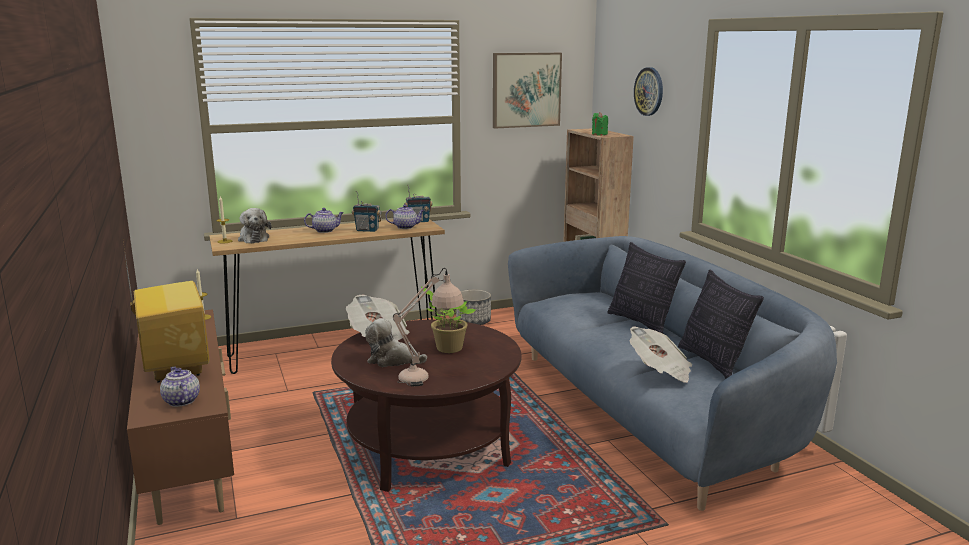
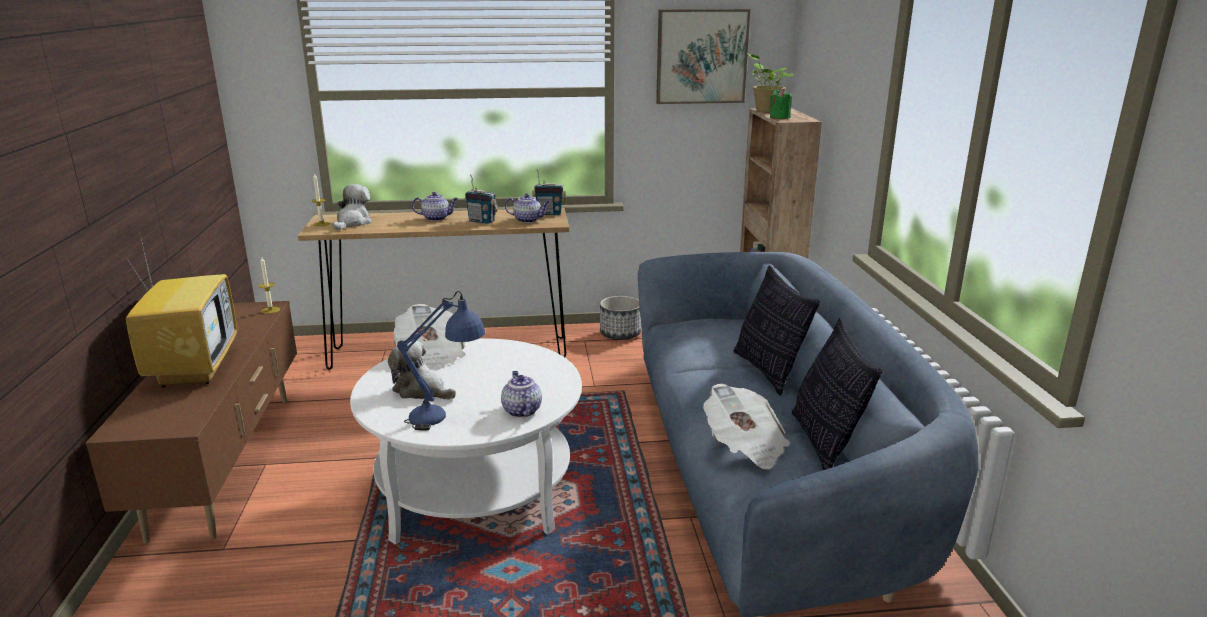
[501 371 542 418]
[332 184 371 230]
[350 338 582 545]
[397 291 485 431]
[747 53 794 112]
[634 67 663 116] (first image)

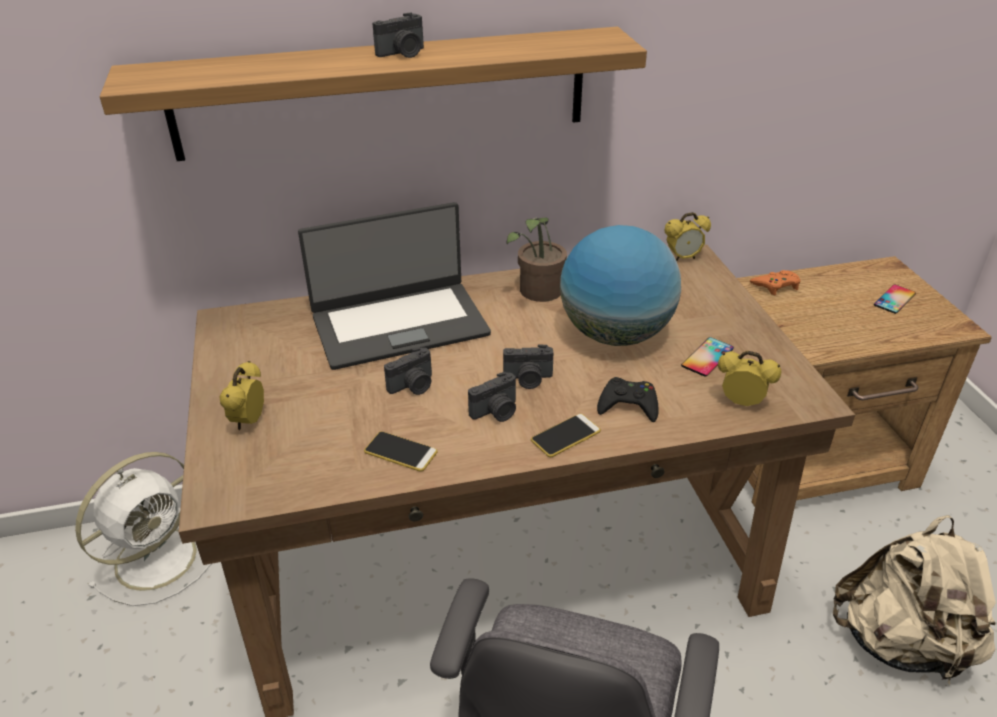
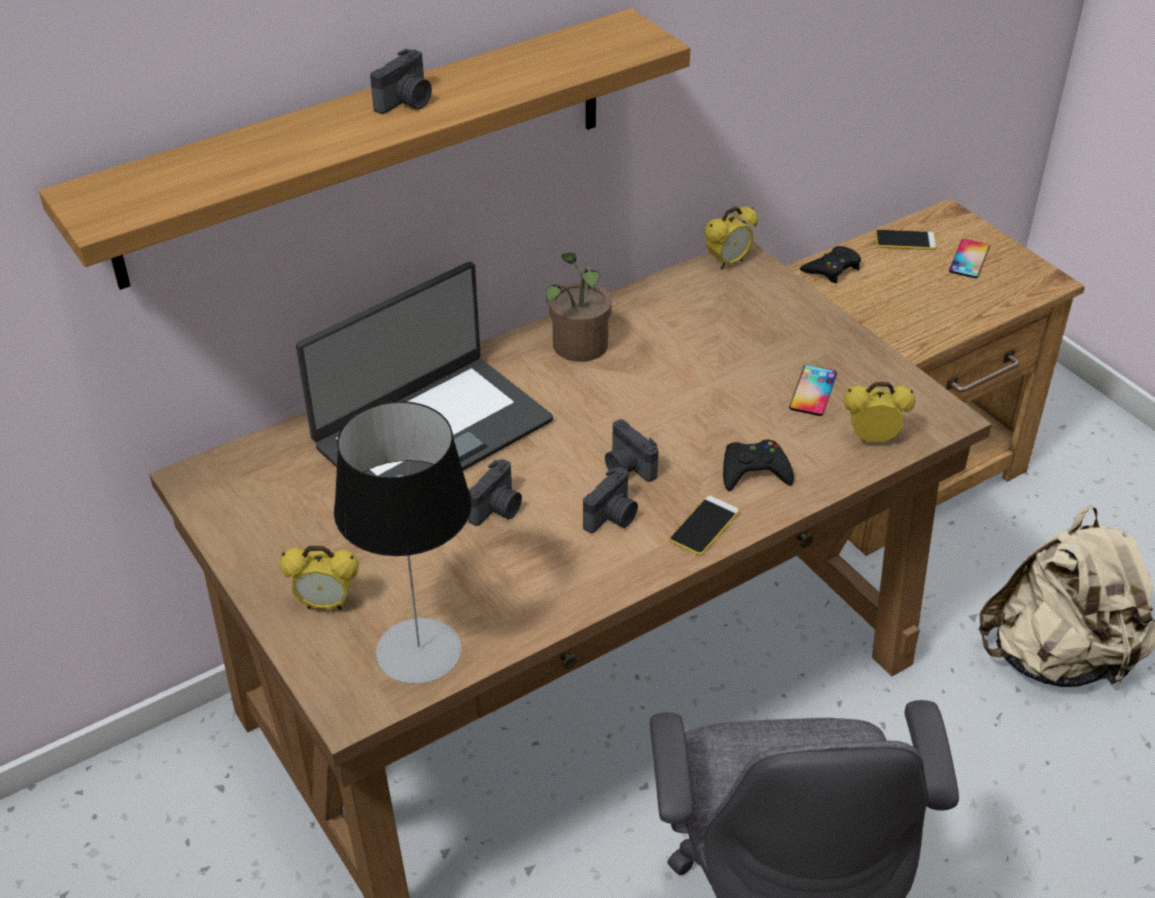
[75 452 211 606] (first image)
[279 546 359 610]
[875 230 937 250]
[605 419 658 482]
[560 225 681 346] (first image)
[800 246 861 283]
[334 401 472 684]

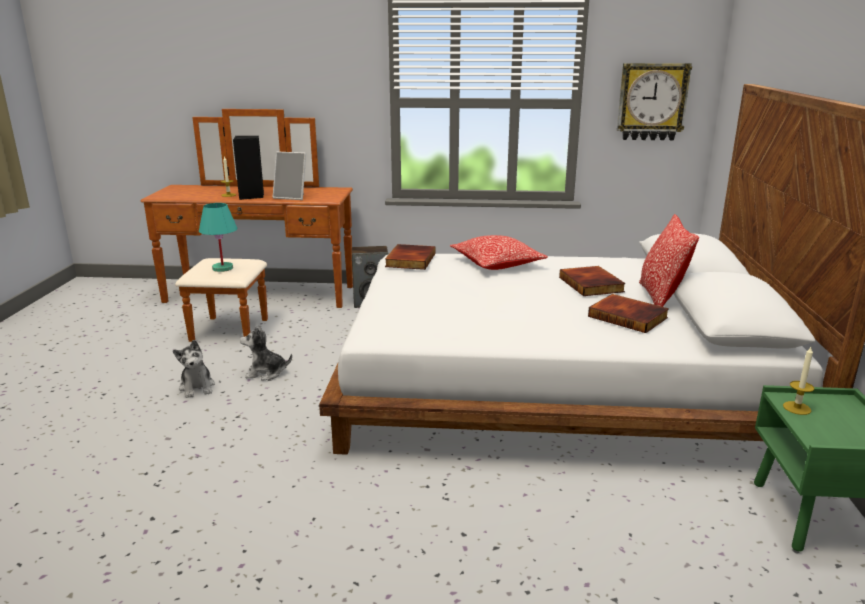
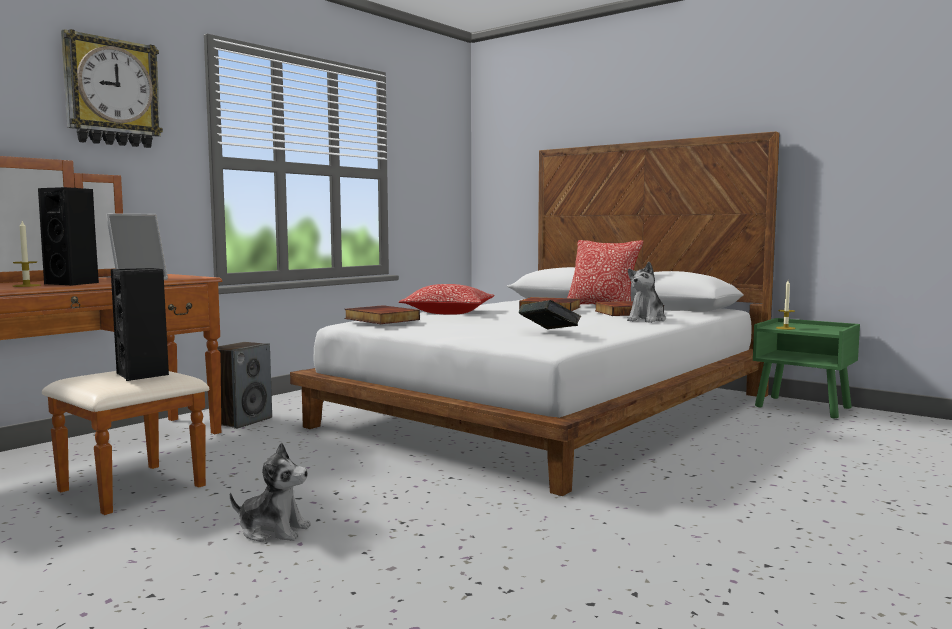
[111 268 169 381]
[627 262 666 323]
[61 29 163 148]
[518 300 581 330]

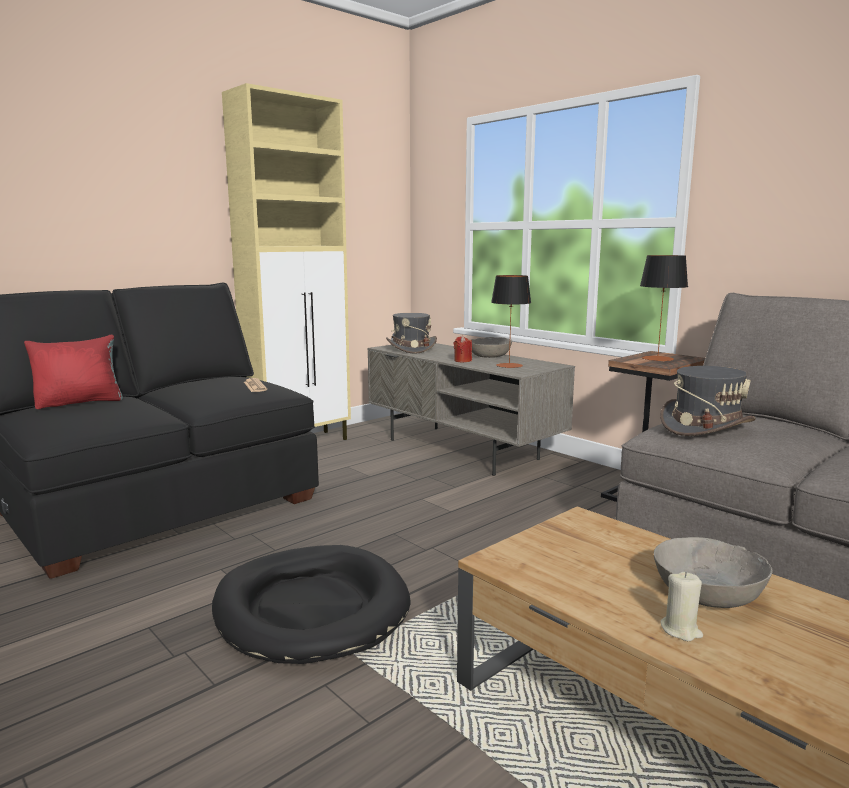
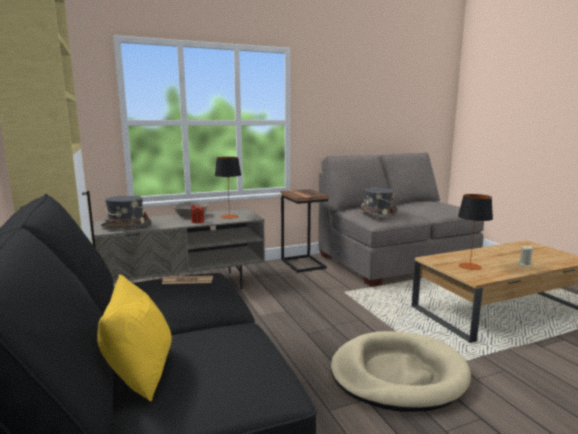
[97 274 172 402]
[331 331 471 412]
[458 194 493 270]
[654 537 773 608] (first image)

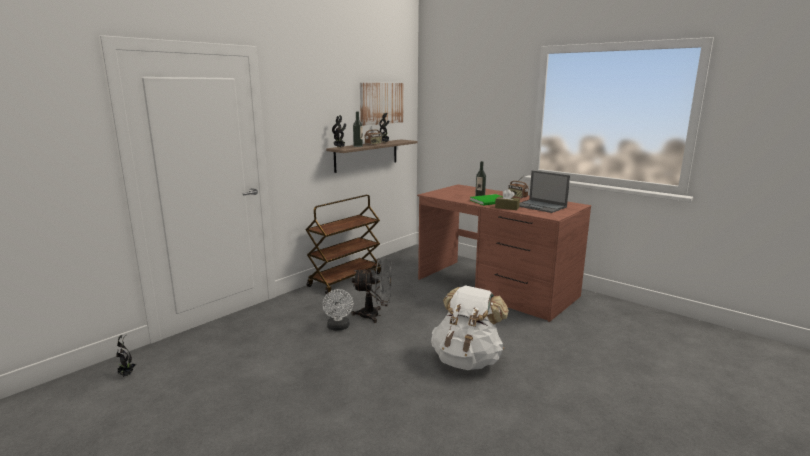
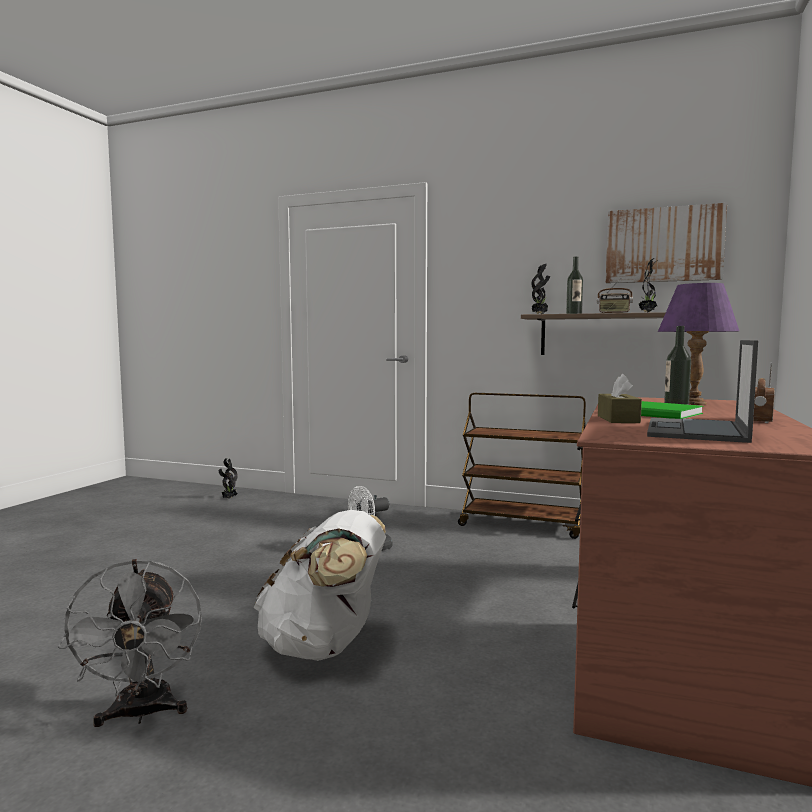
[58 559 202 727]
[658 283 739 405]

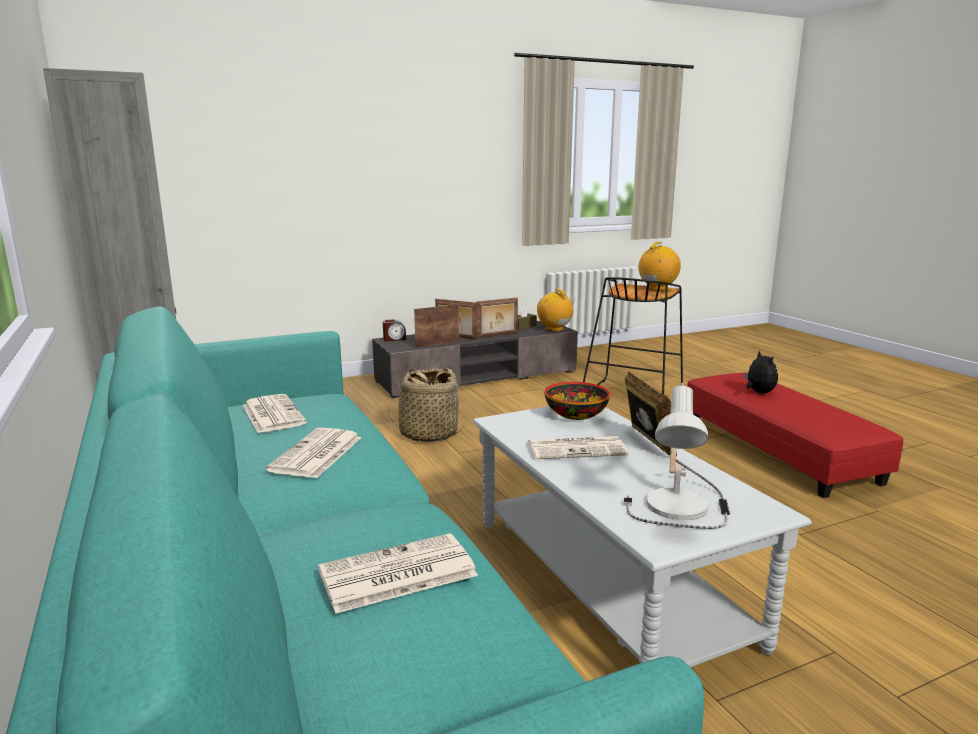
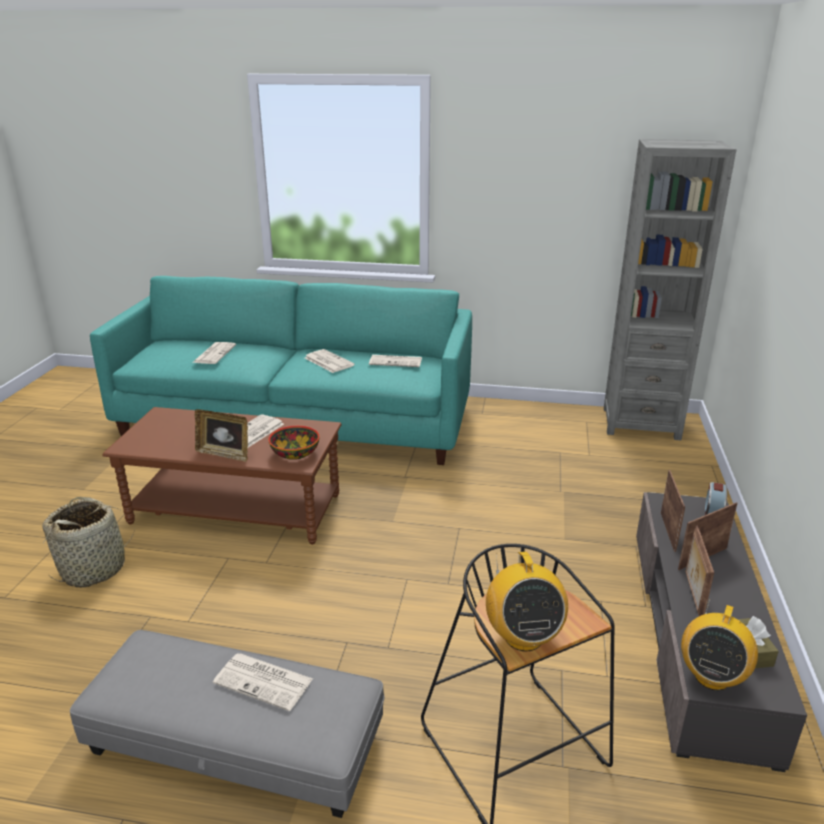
[42 497 135 588]
[102 407 342 545]
[681 599 758 690]
[624 383 730 529] (first image)
[70 630 385 818]
[213 653 313 711]

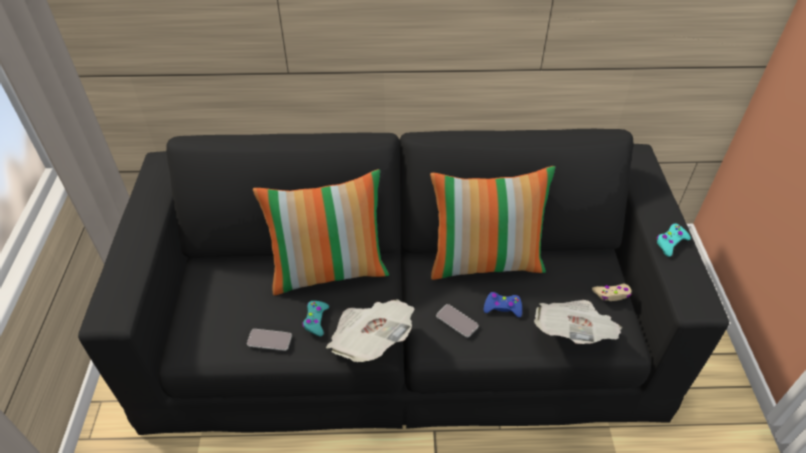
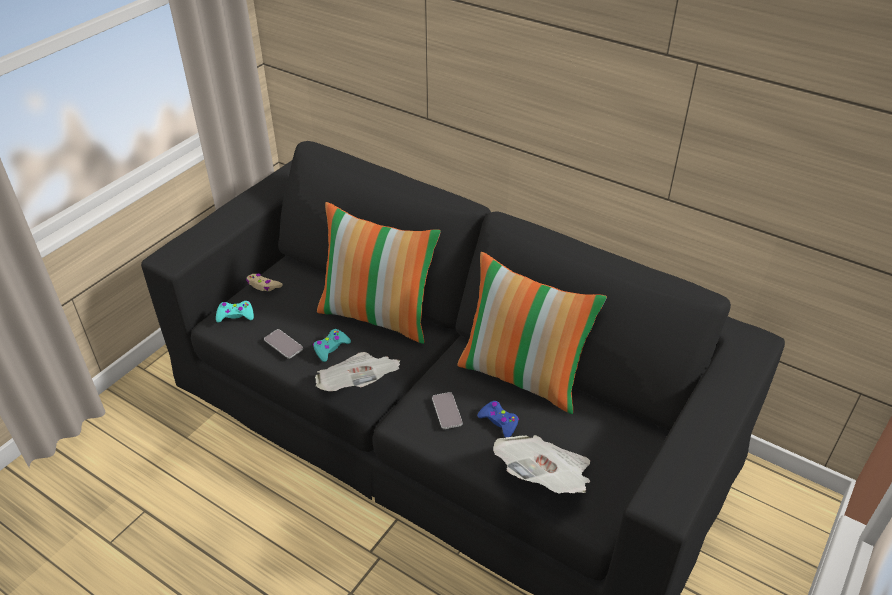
[246 274 283 291]
[216 301 254 322]

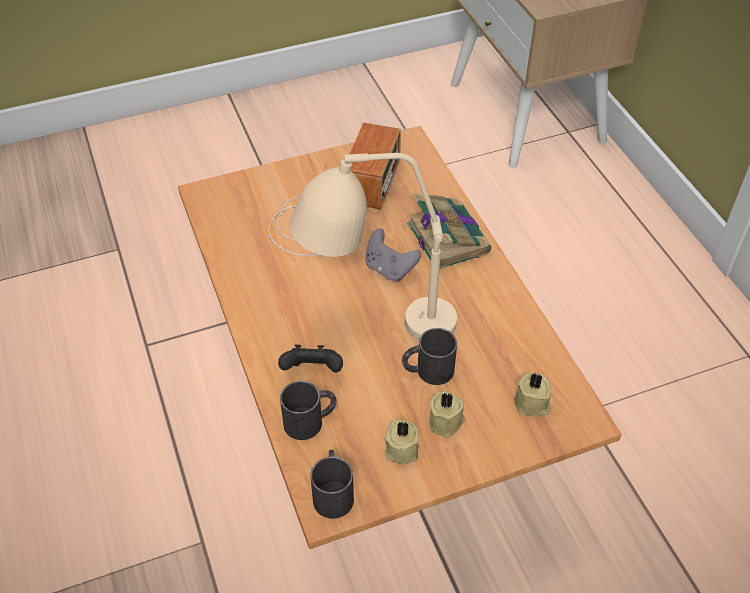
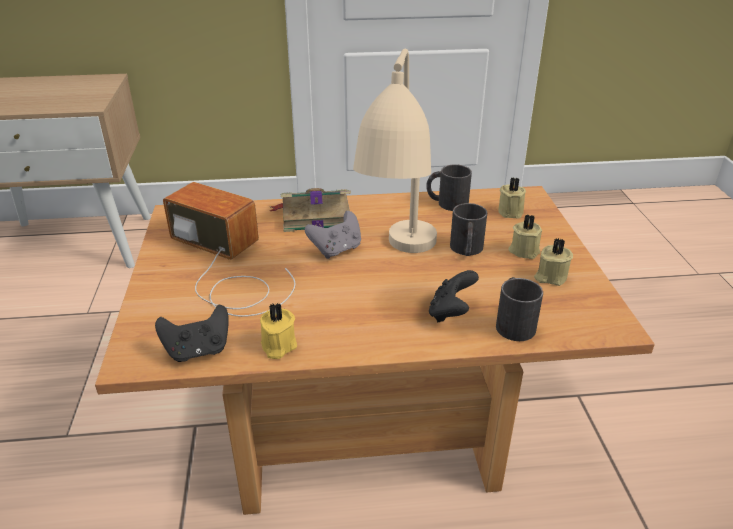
[426 164 472 211]
[155 305 229 362]
[260 303 297 359]

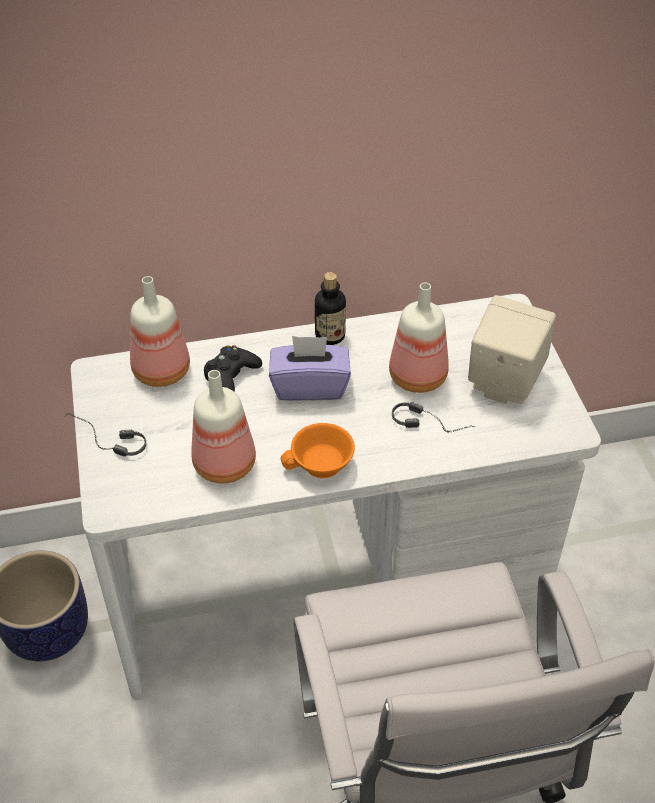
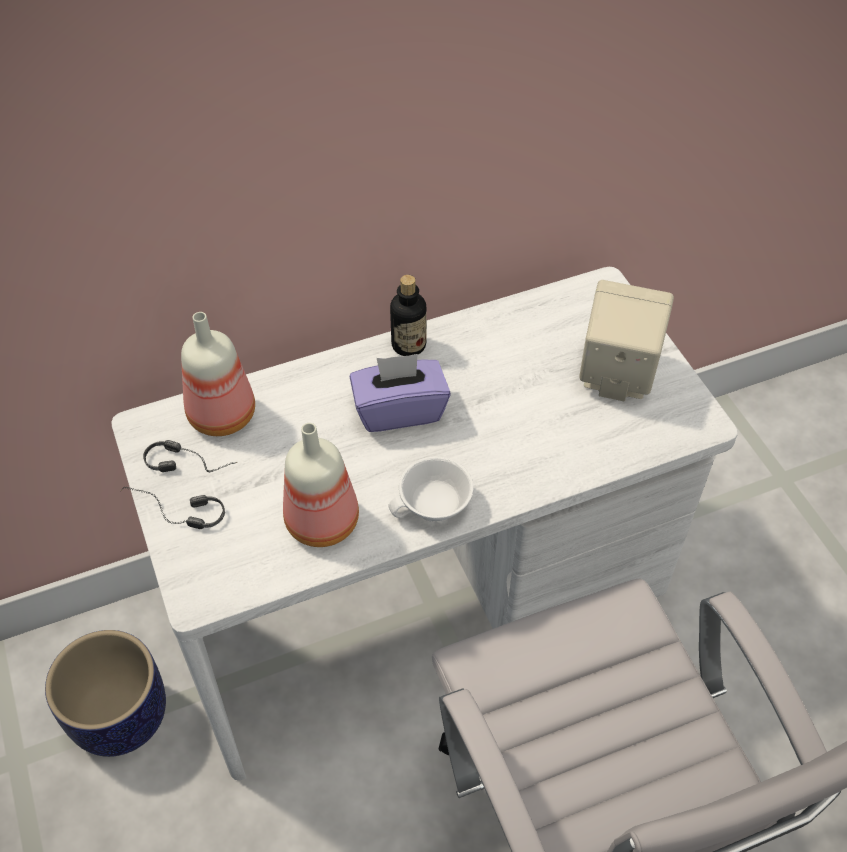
[204 345 262 392] (first image)
[388 457 474 522]
[389 283 449 393] (first image)
[143 440 238 472]

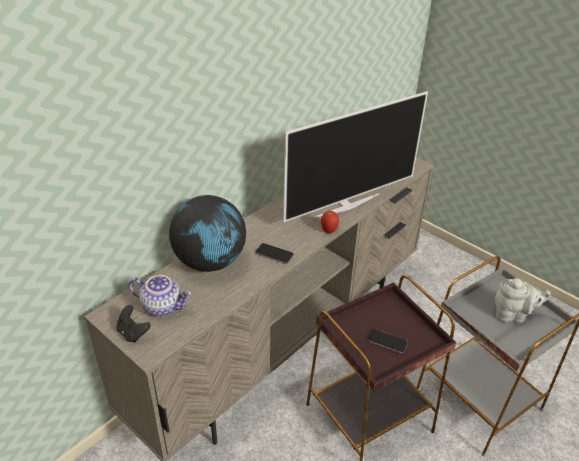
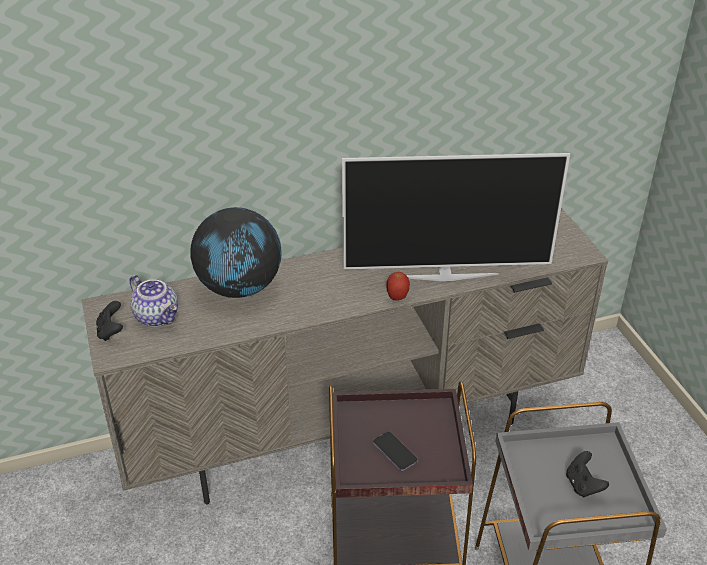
[256 243 294 264] (first image)
[566 451 609 497]

